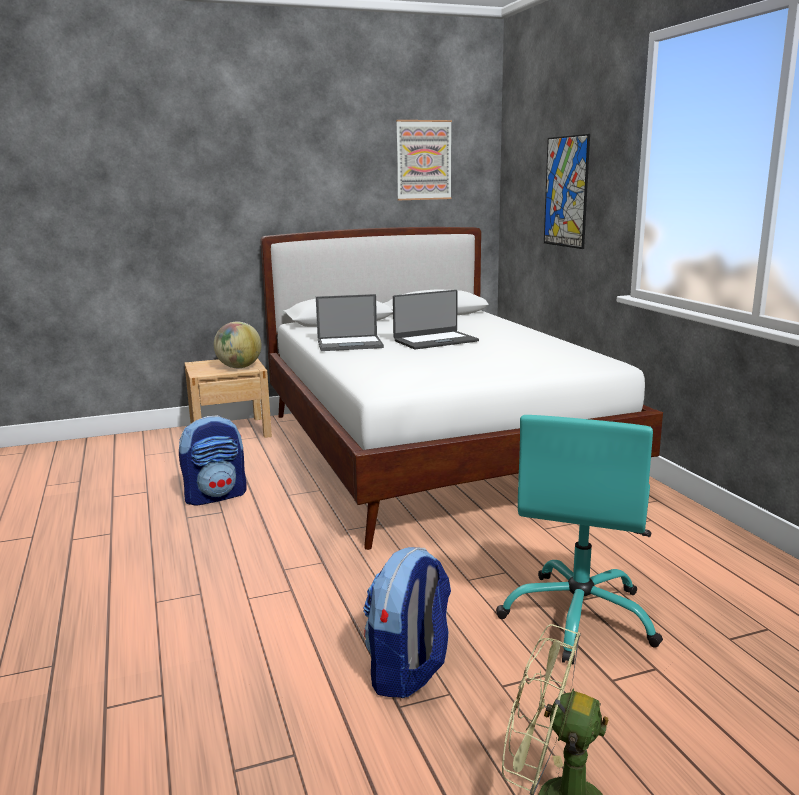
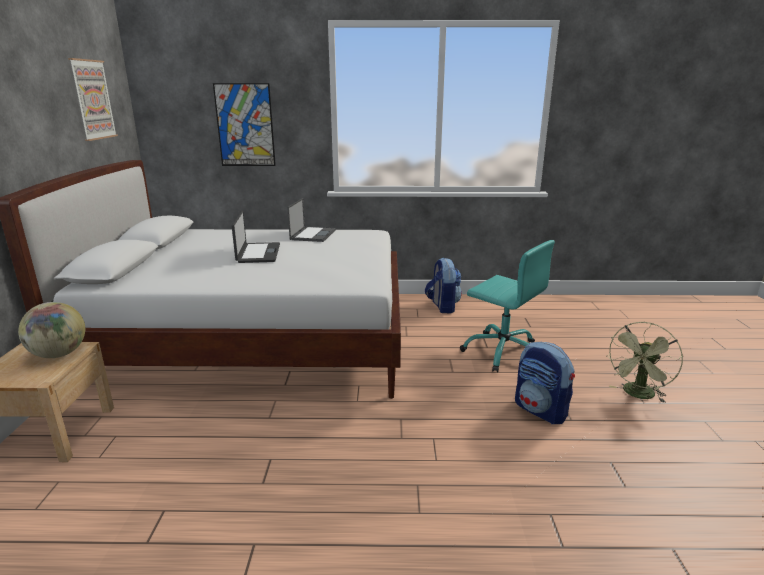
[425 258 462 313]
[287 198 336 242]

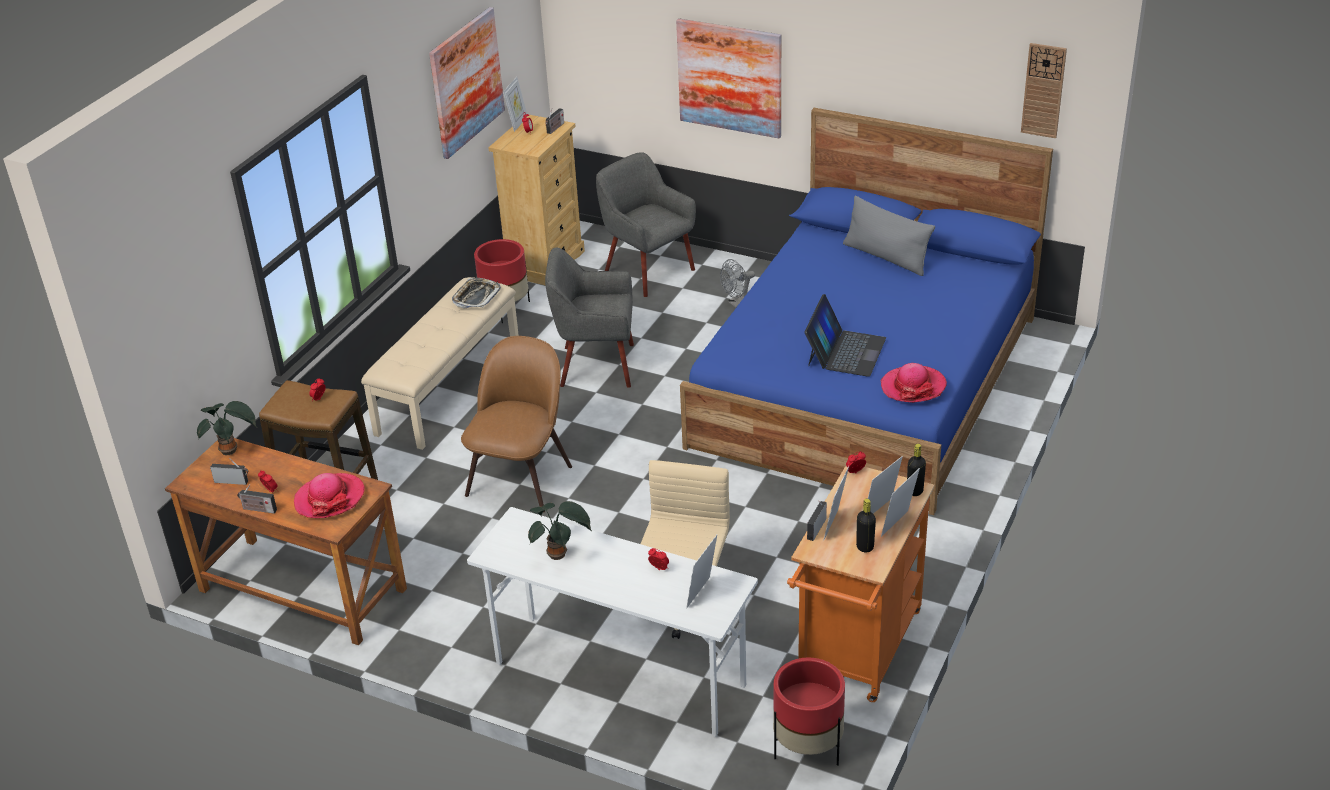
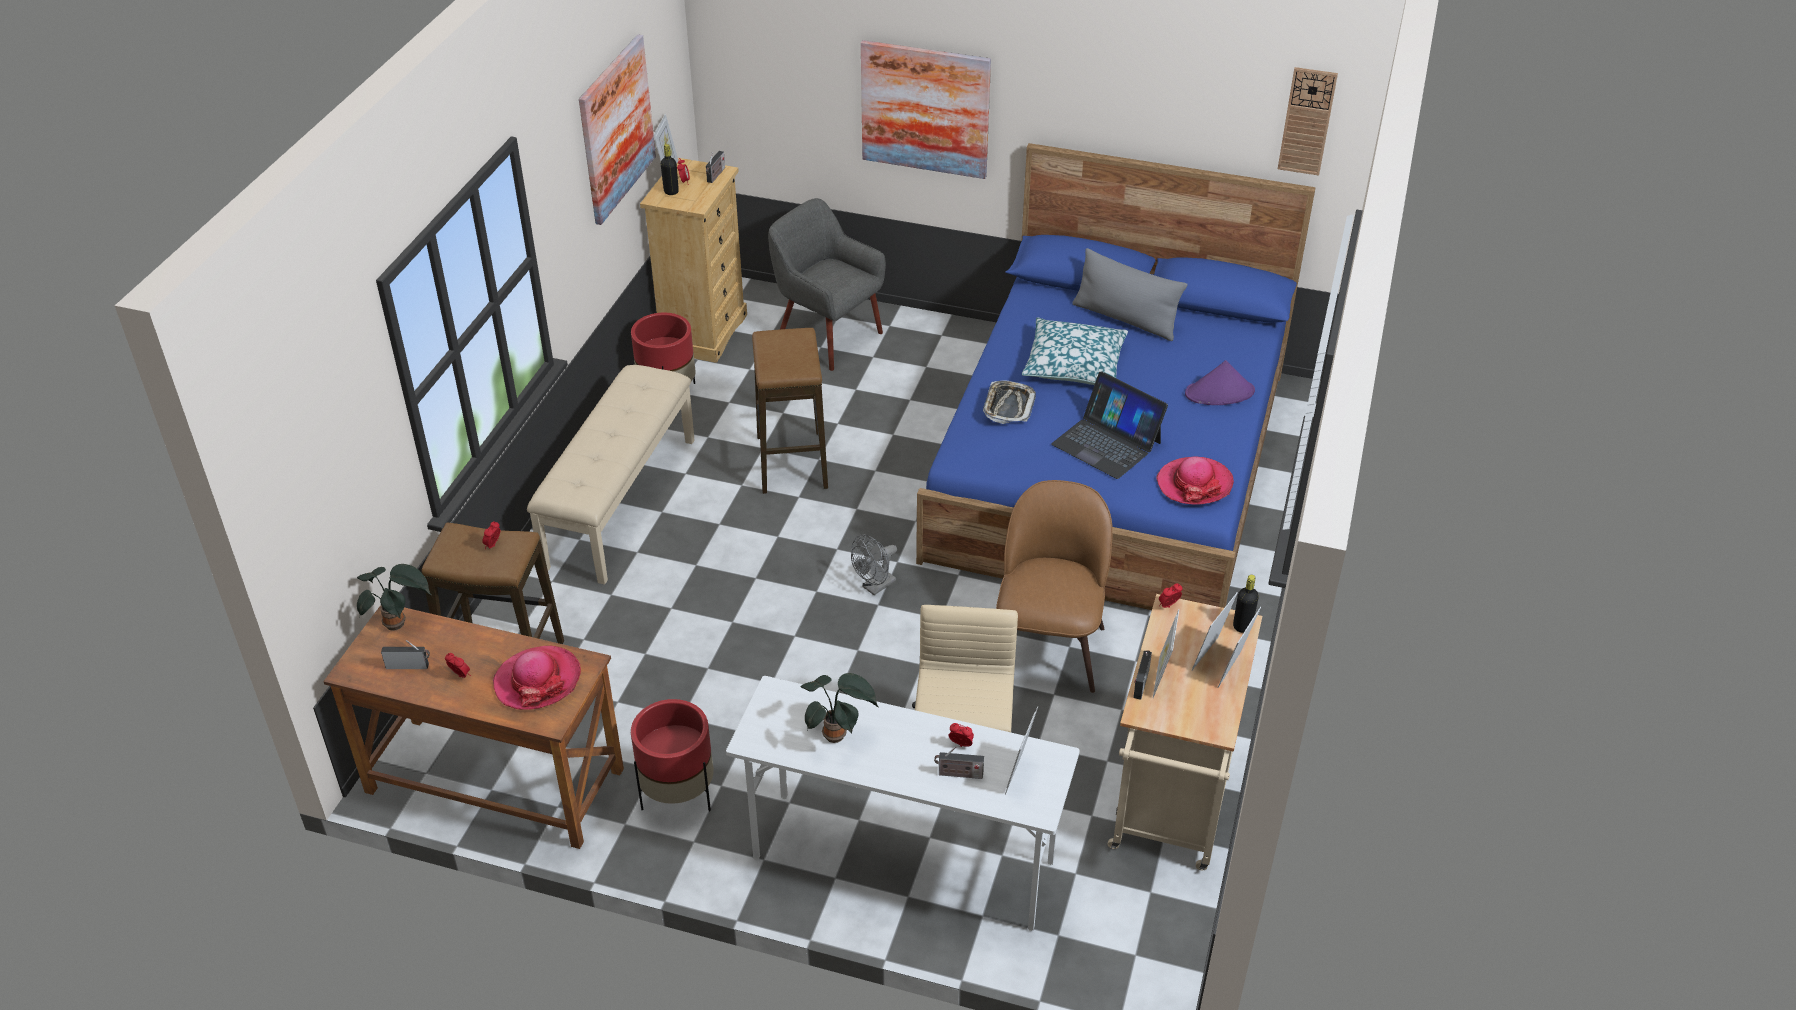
[934 747 984 779]
[983 380 1036 424]
[996 480 1113 693]
[752 328 828 494]
[851 535 897 595]
[631 699 714 811]
[1108 594 1262 870]
[1052 372 1168 479]
[661 144 679 195]
[1022 317 1128 385]
[1185 360 1255 405]

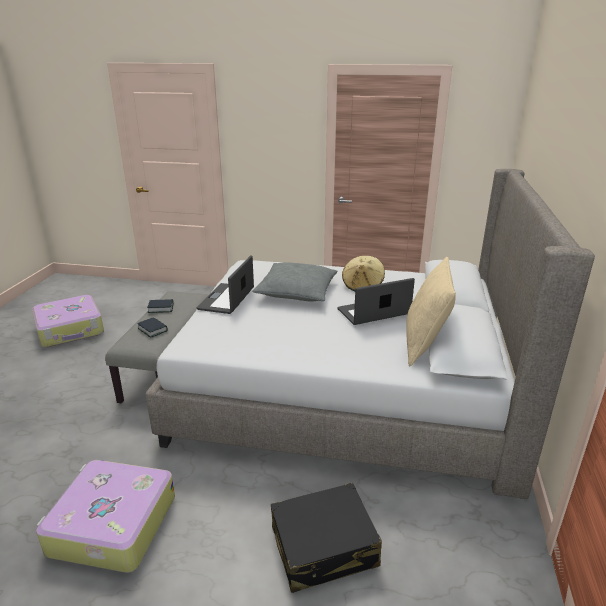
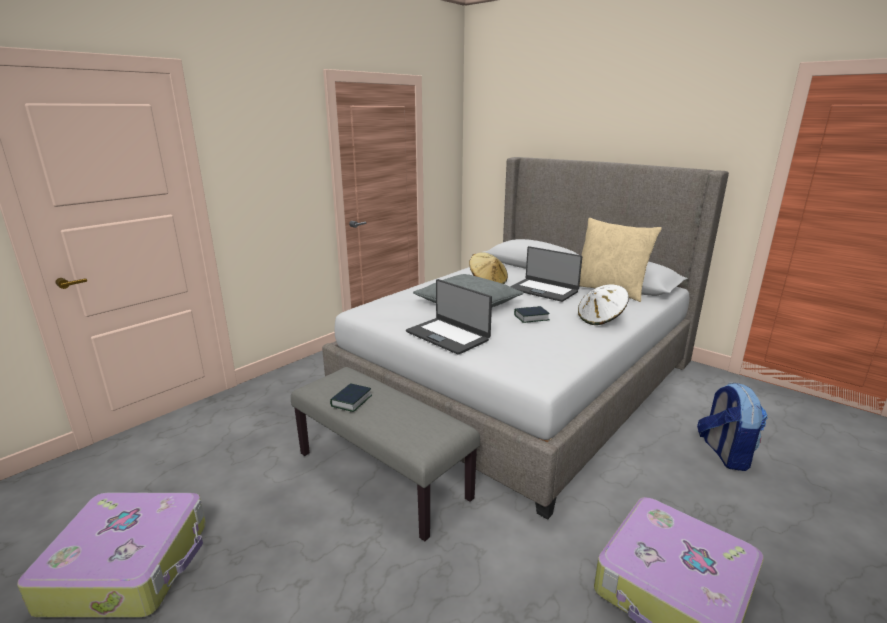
[514 306 550 323]
[697 382 768 471]
[510 246 582 302]
[578 284 629 325]

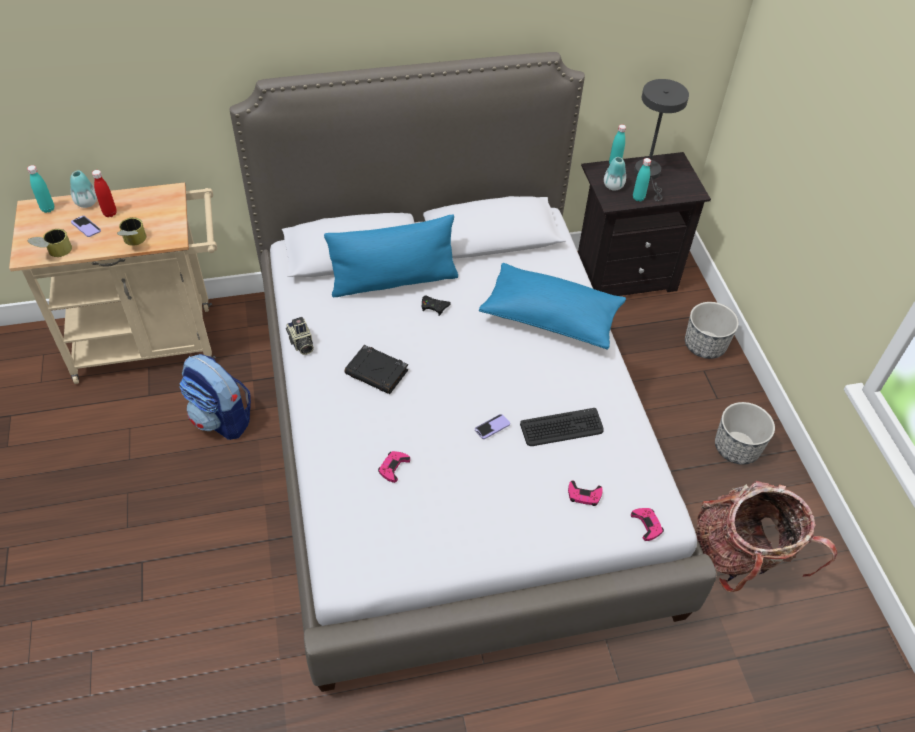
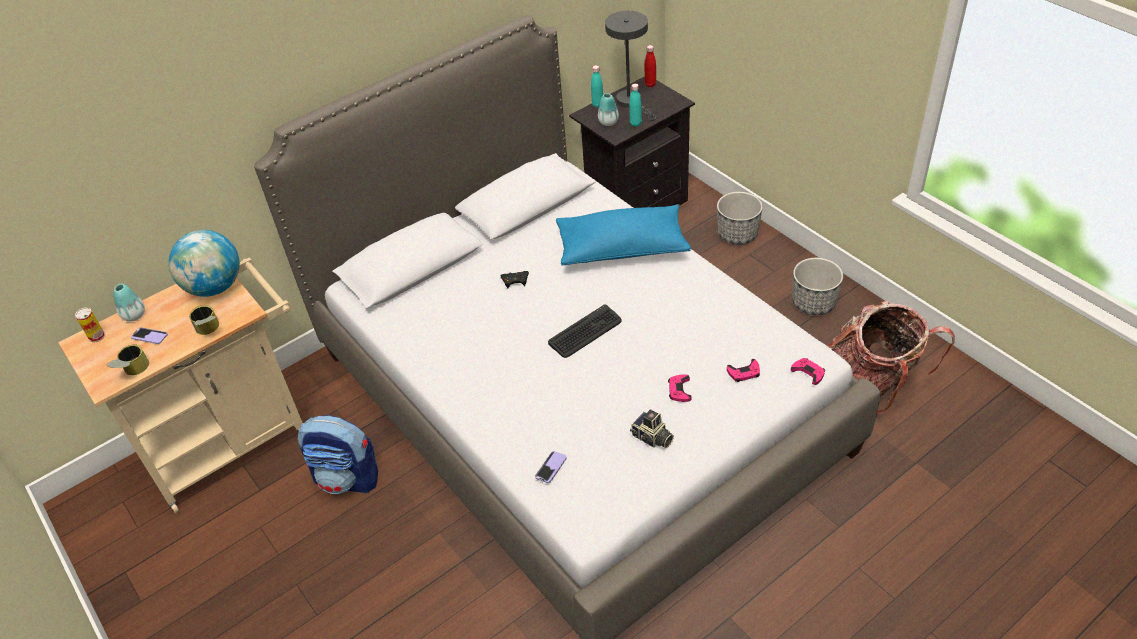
[75 307 105 342]
[645 45 656 87]
[630 409 674 448]
[324 215 458 297] (first image)
[344 345 408 394] (first image)
[668 374 691 402]
[535 451 567 483]
[548 304 622 358]
[169 230 240 297]

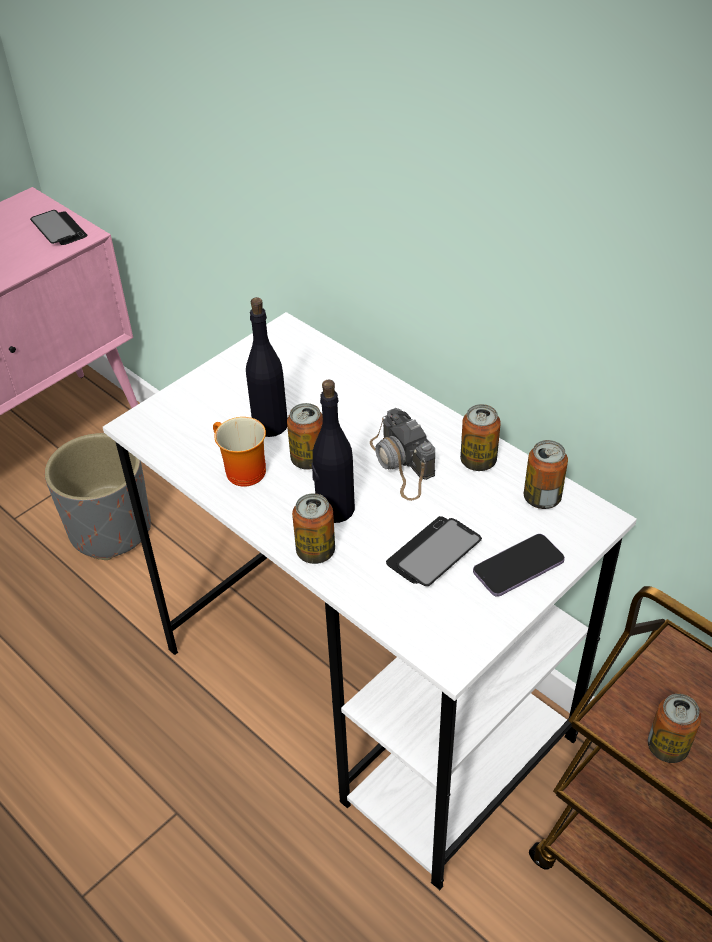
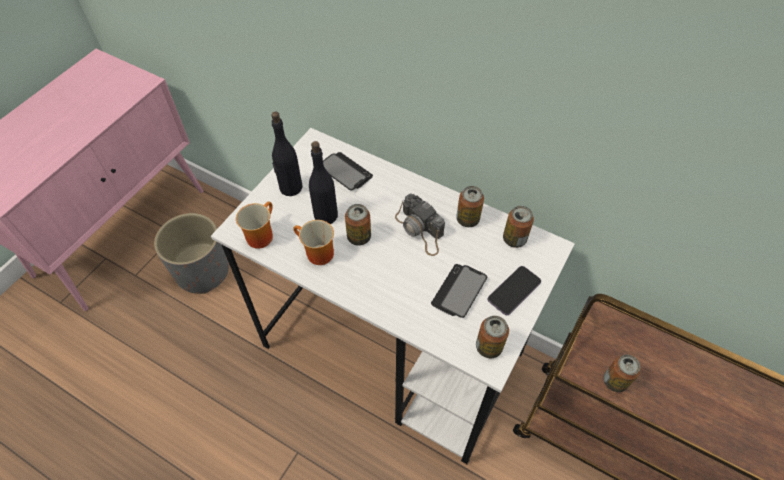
[323 152 373 190]
[476 316 509 358]
[271 112 303 196]
[236 202 273 249]

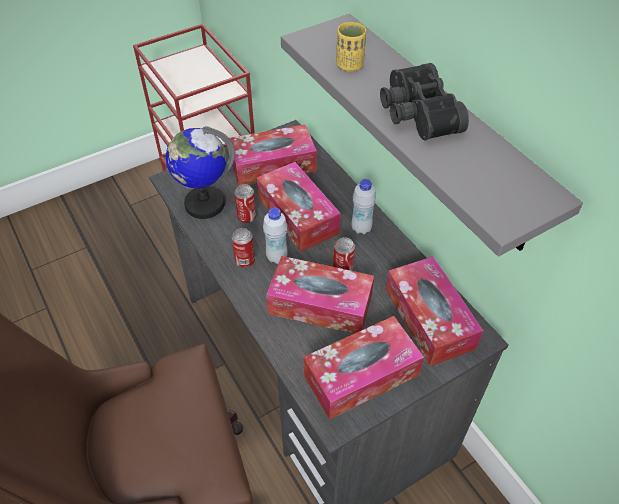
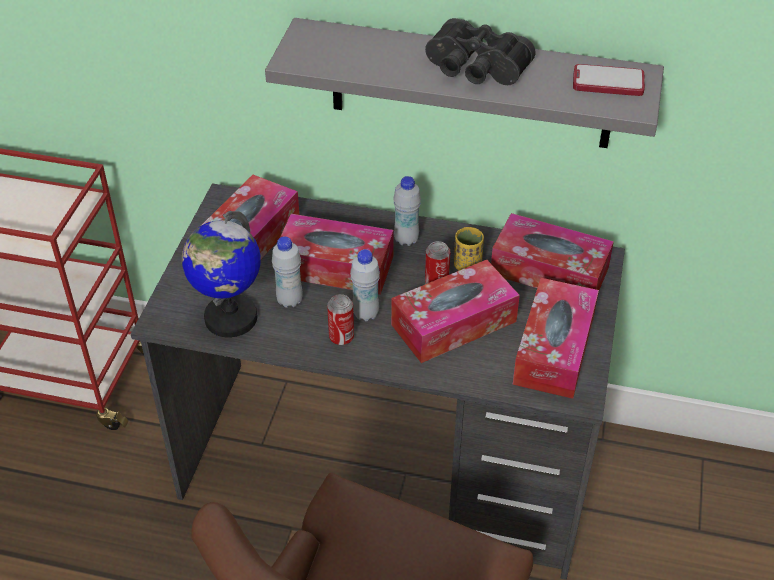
[272 236 303 308]
[454 227 484 271]
[573 64 645 96]

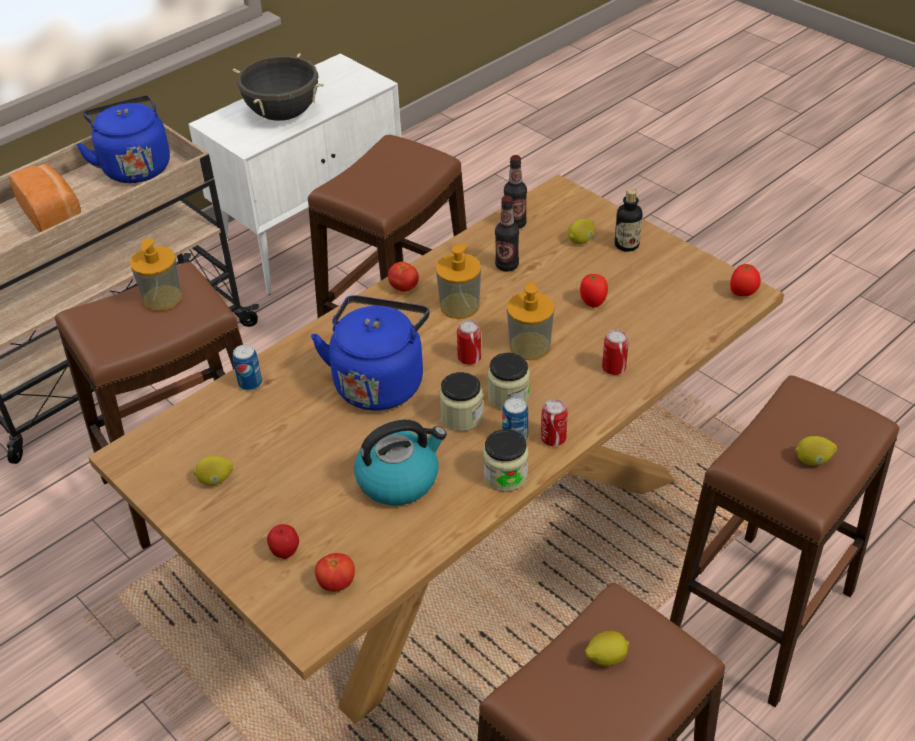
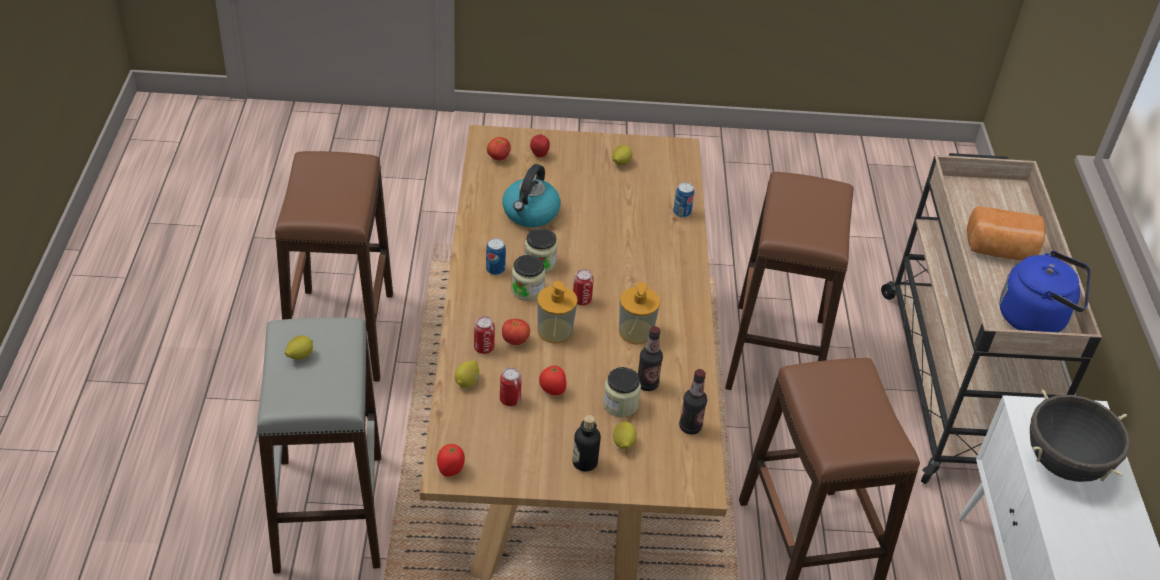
[130 238 182 311] (first image)
[311 295 430 411] (first image)
[502 319 530 345]
[603 367 641 417]
[500 368 522 406]
[455 361 479 388]
[257 317 381 574]

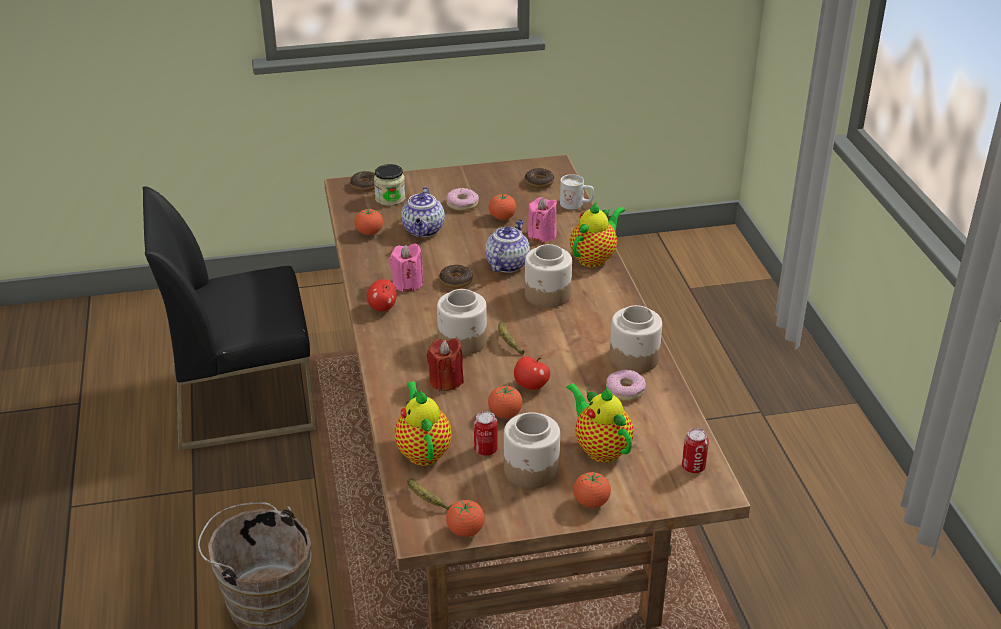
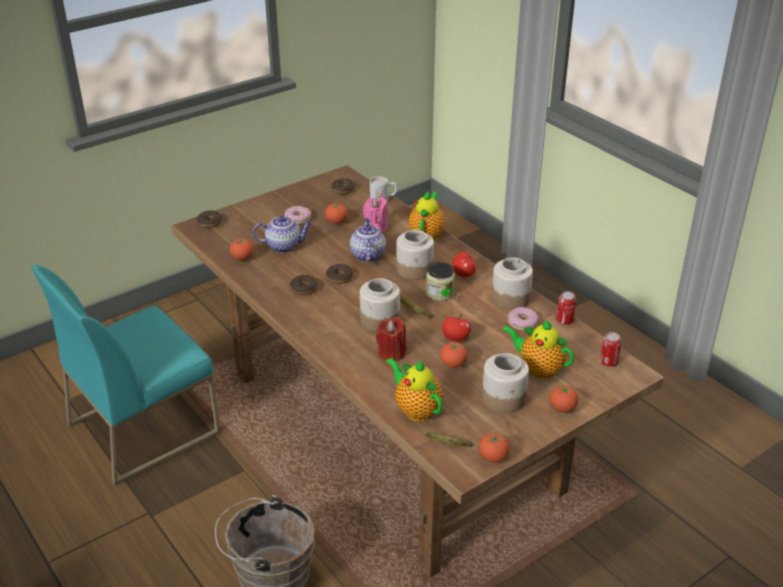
[31 265 220 486]
[452 252 476 277]
[426 262 455 301]
[290 275 318 295]
[253 216 312 253]
[556 292 576 325]

